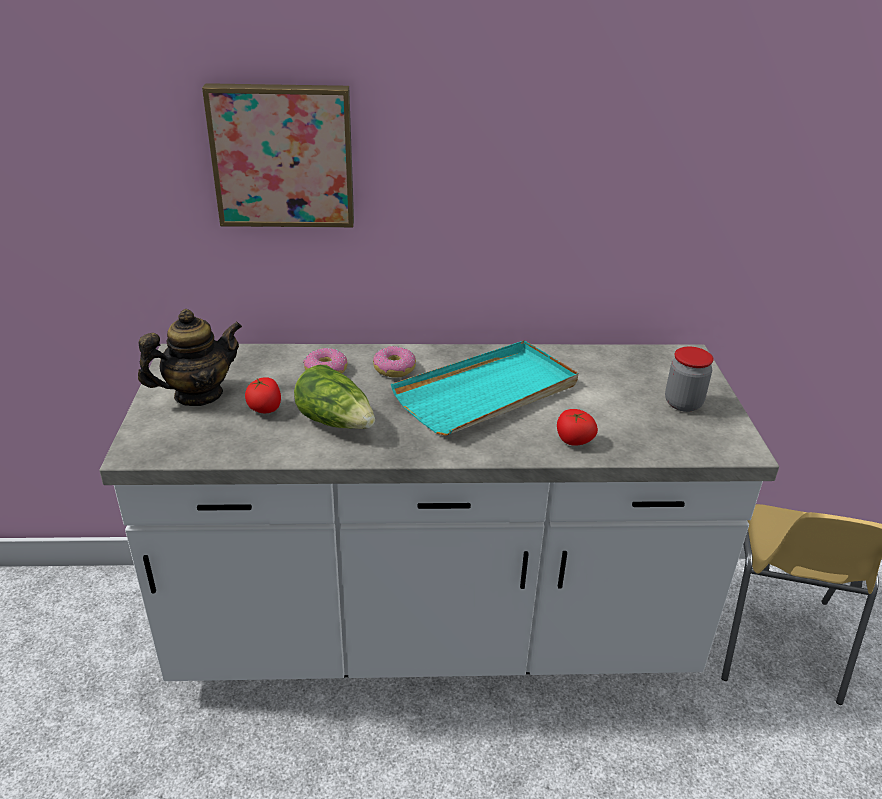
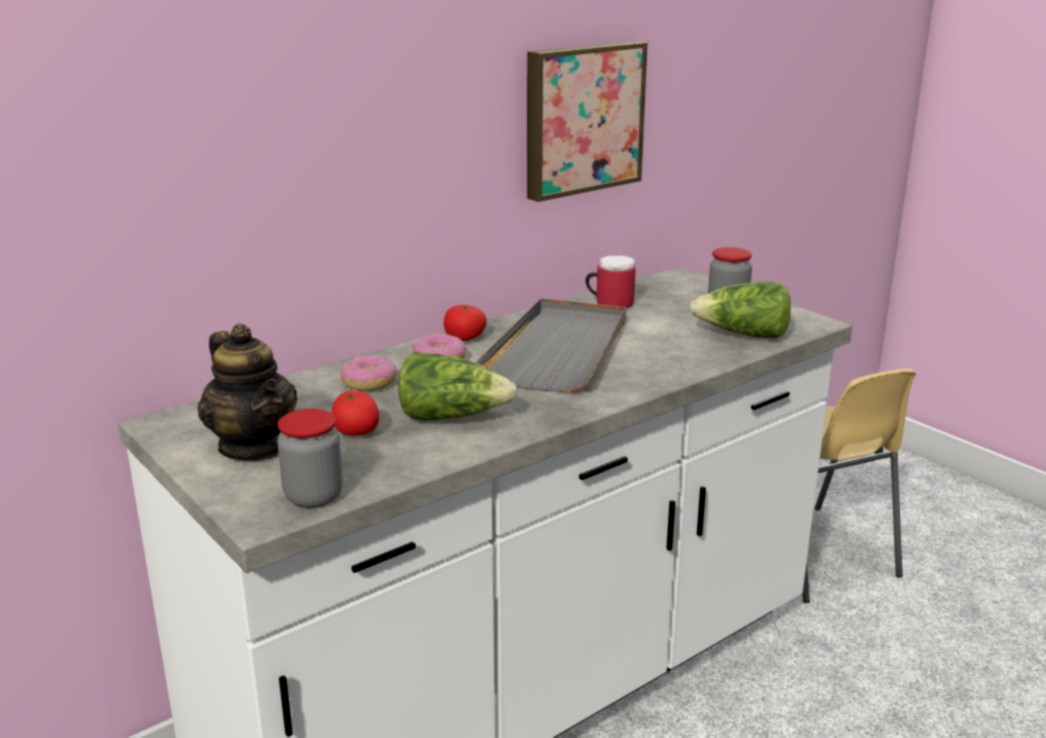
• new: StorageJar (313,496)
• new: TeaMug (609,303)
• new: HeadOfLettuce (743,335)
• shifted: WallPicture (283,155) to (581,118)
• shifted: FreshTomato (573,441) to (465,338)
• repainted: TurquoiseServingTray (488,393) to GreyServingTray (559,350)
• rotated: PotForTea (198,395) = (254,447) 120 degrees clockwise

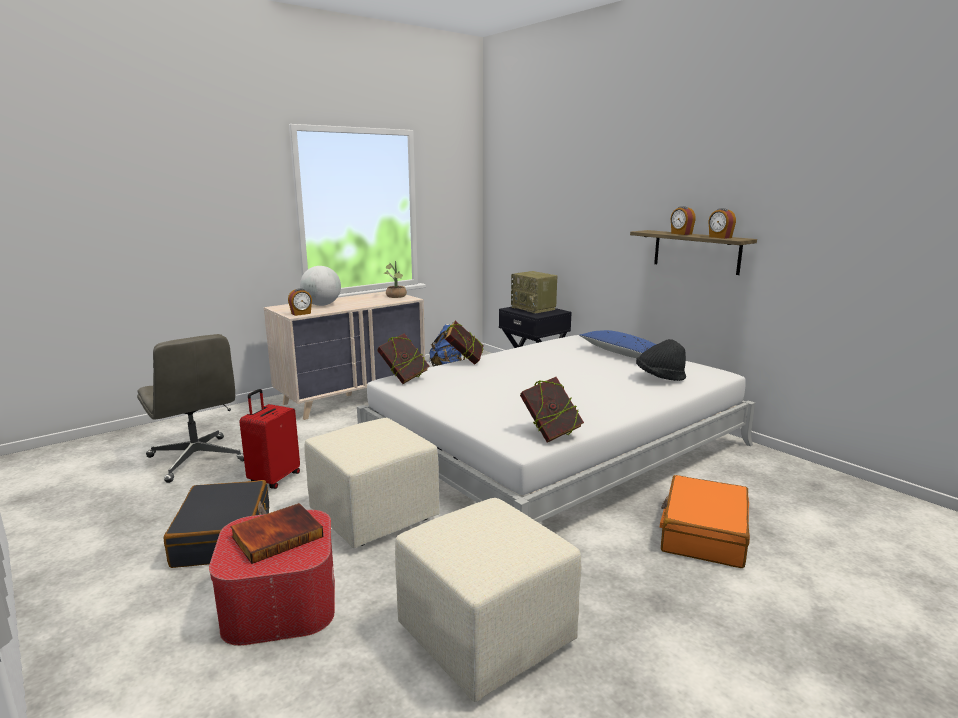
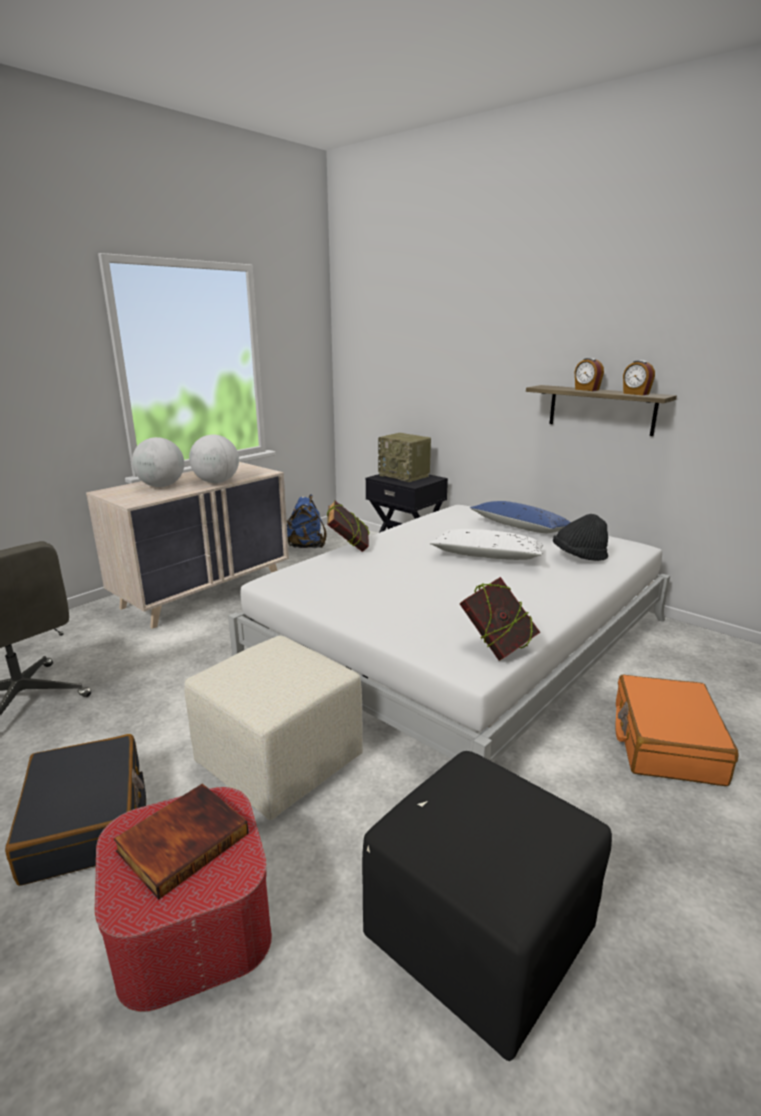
• gone: RedColouredSuitcase (274,479)
• gone: AlarmClock (301,313)
• gone: Volume (404,379)
• gone: Houseplant (396,296)
• new: WorldGlobe (216,482)
• new: WhiteColouredCushion (486,556)
• repainted: BeigeColouredOttoman (483,636) to BlackOttoman (476,935)

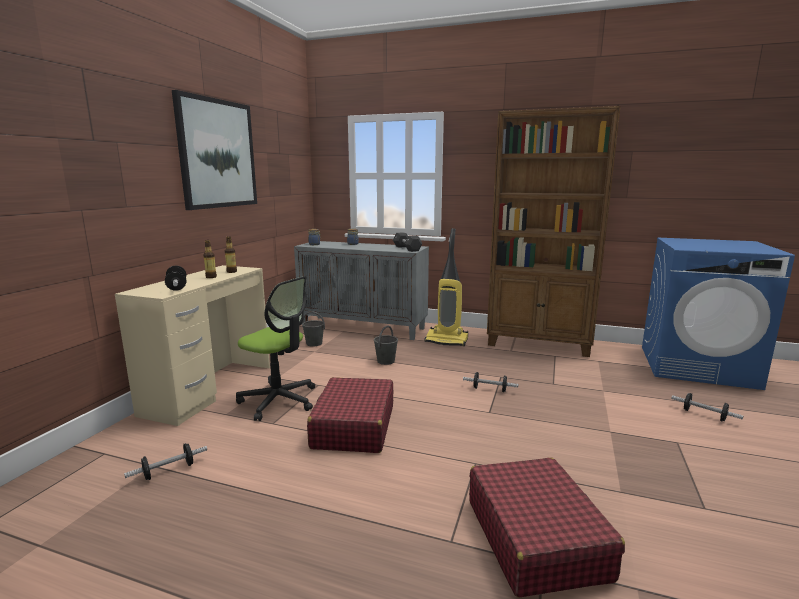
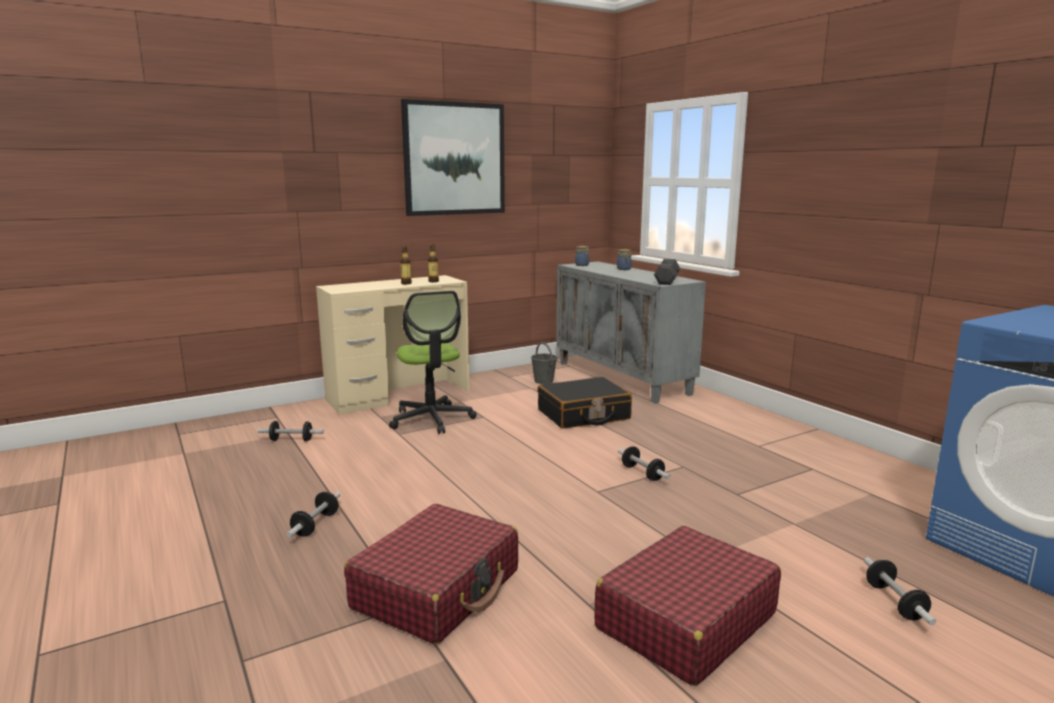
• gone: VacuumCleaner (447,340)
• gone: BrownishShelvingUnit (539,343)
• shifted: FreeWeight (177,287) to (315,525)
• shifted: RedColouredSuitcase (353,427) to (685,621)
• swapped: GreyBucket (386,361) to BlackSuitcase (583,415)

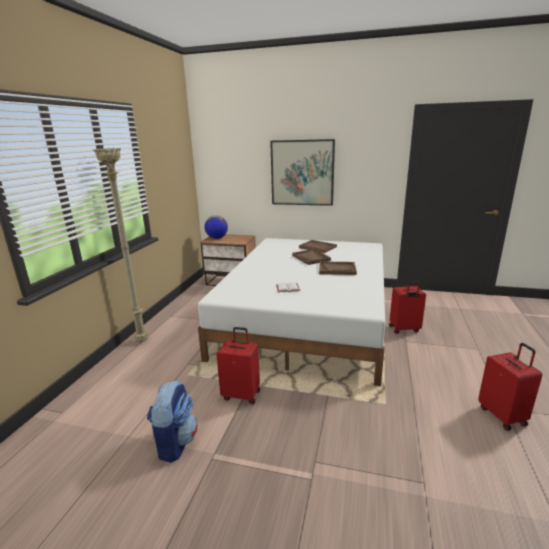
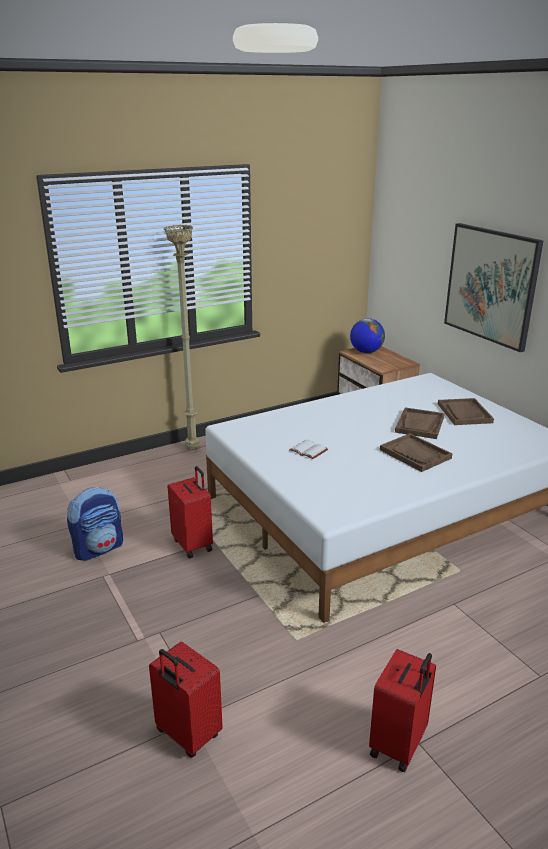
• shifted: RedColouredSuitcase (404,329) to (187,735)

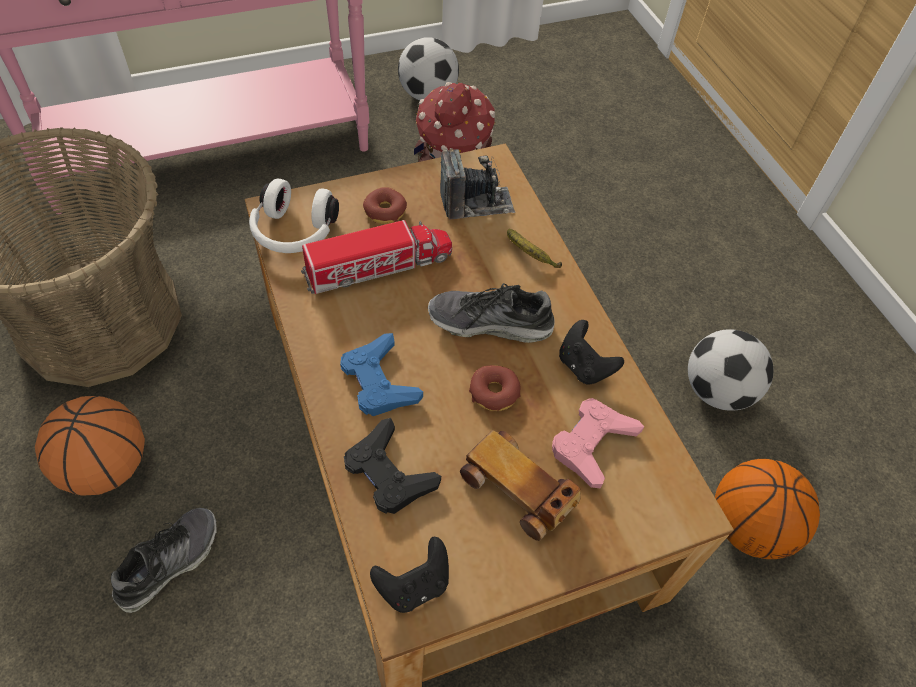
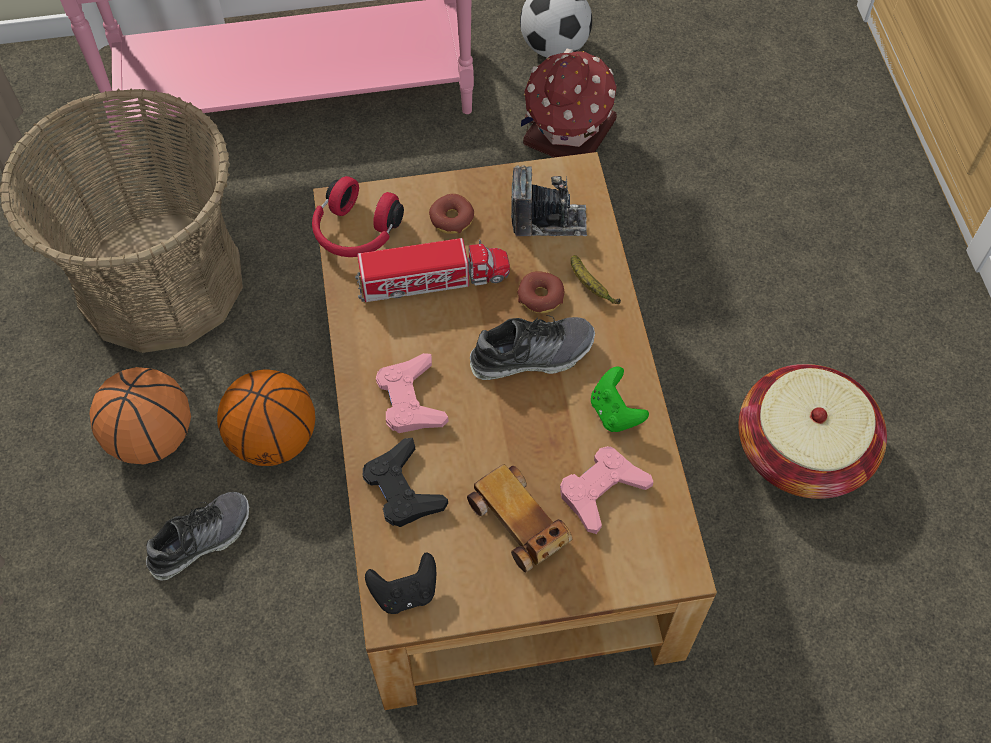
• shifted: Donut (494,392) to (541,297)
• shifted: Basketball (748,527) to (274,439)
• swapped: BallForFootball (716,391) to HouseholdBasket (801,450)
• repainted: WhiteColouredPairOfHeadphones (294,233) to RedColouredPairOfHeadphones (356,233)
• repainted: BlueColouredGamepad (379,381) to PinkGamepad (411,399)
• repainted: BlackGamepad (584,366) to GreenishGamepad (615,412)
• rotated: Shoe (490,323) = (532,355) 150 degrees clockwise

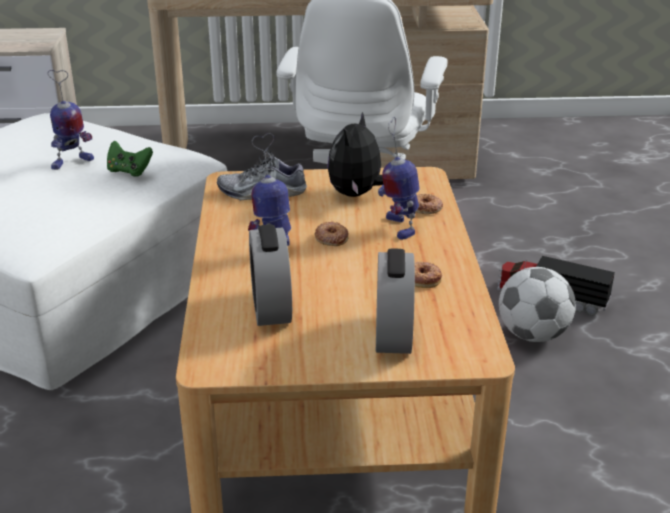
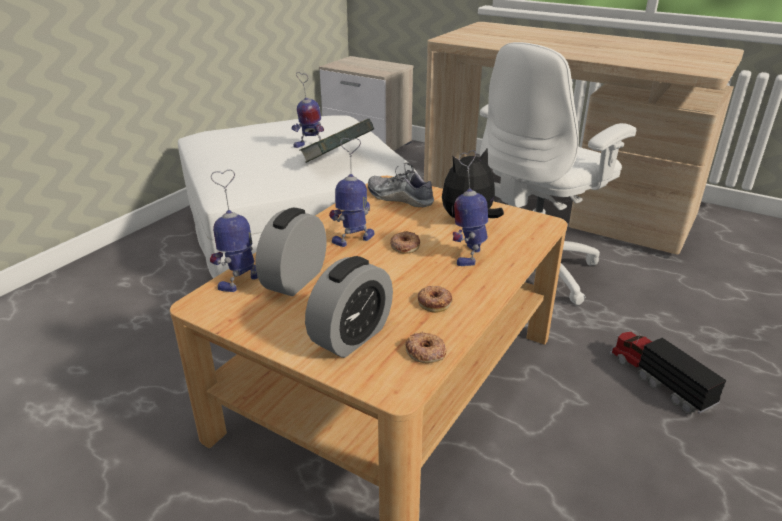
• gone: BallForFootball (532,335)
• new: RobotFigure (241,280)
• shifted: Donut (425,208) to (425,352)
• swapped: GreenishGamepad (129,171) to Volume (337,160)

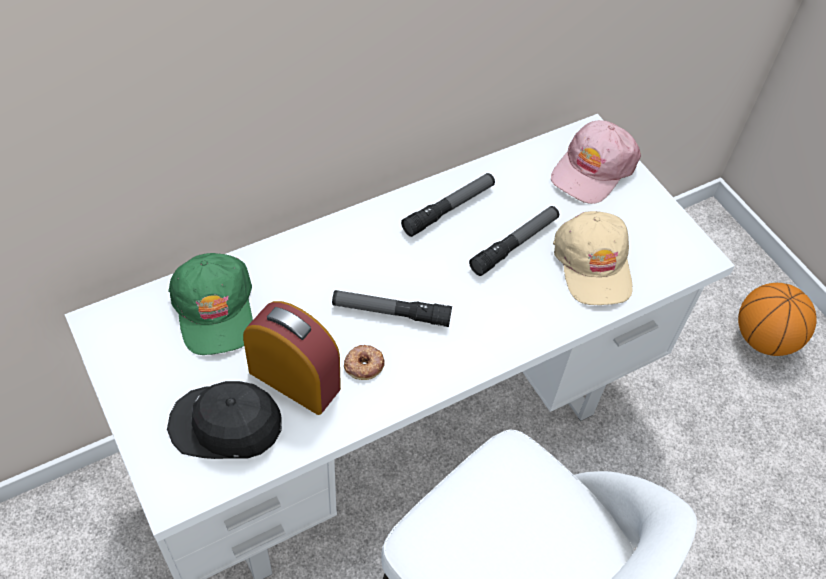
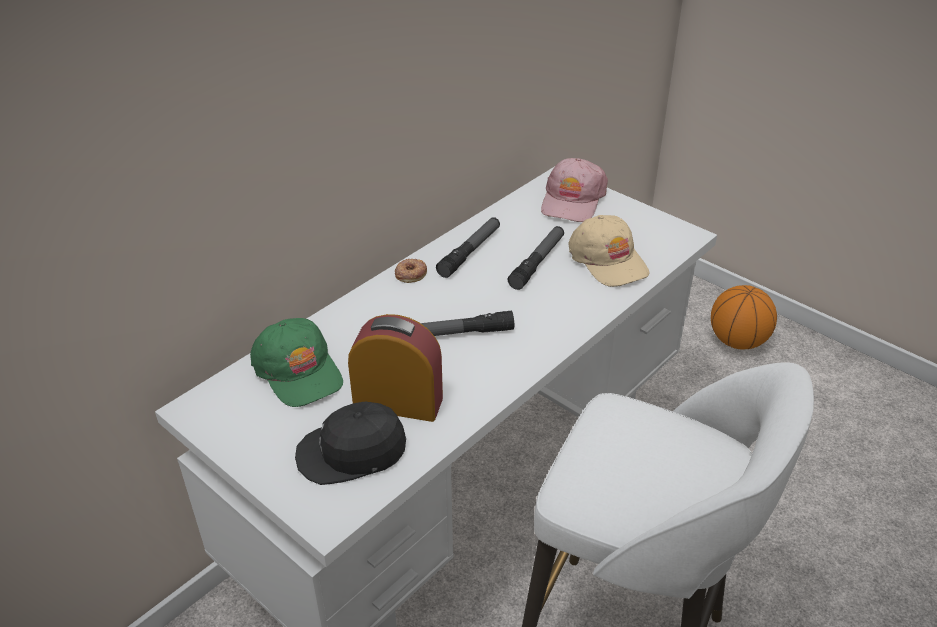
• shifted: Donut (363,364) to (410,273)

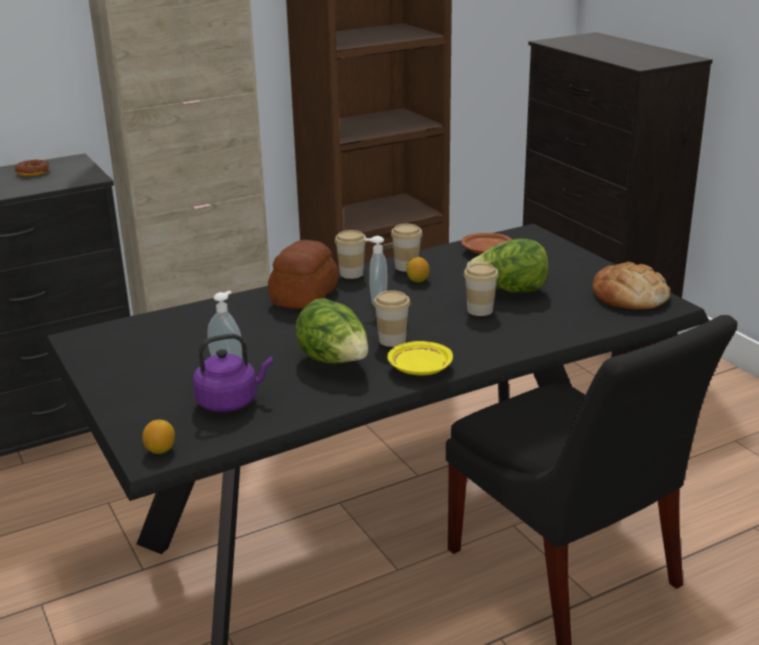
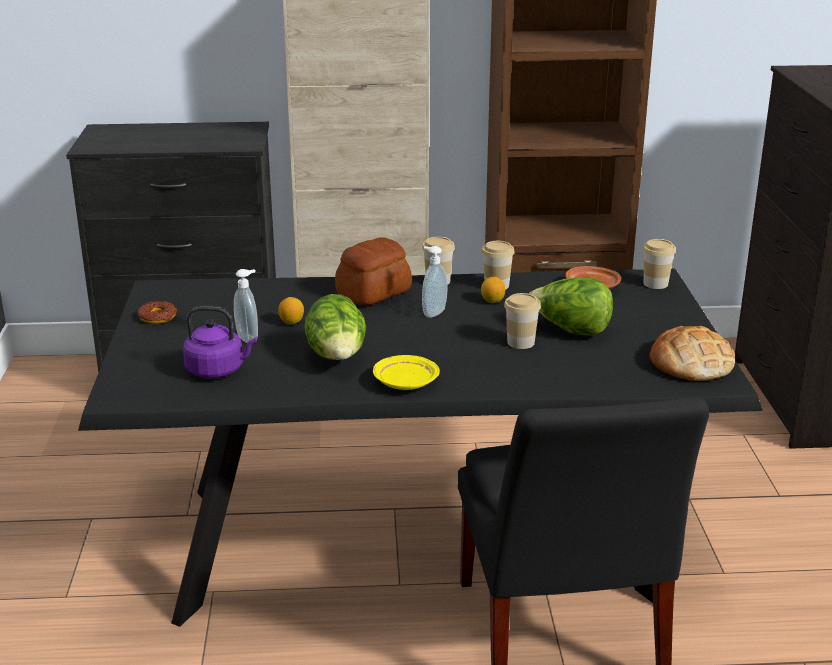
• shifted: Donut (33,172) to (158,317)
• shifted: WholeLemon (160,450) to (291,322)
• shifted: DrinkingCup (392,340) to (655,284)

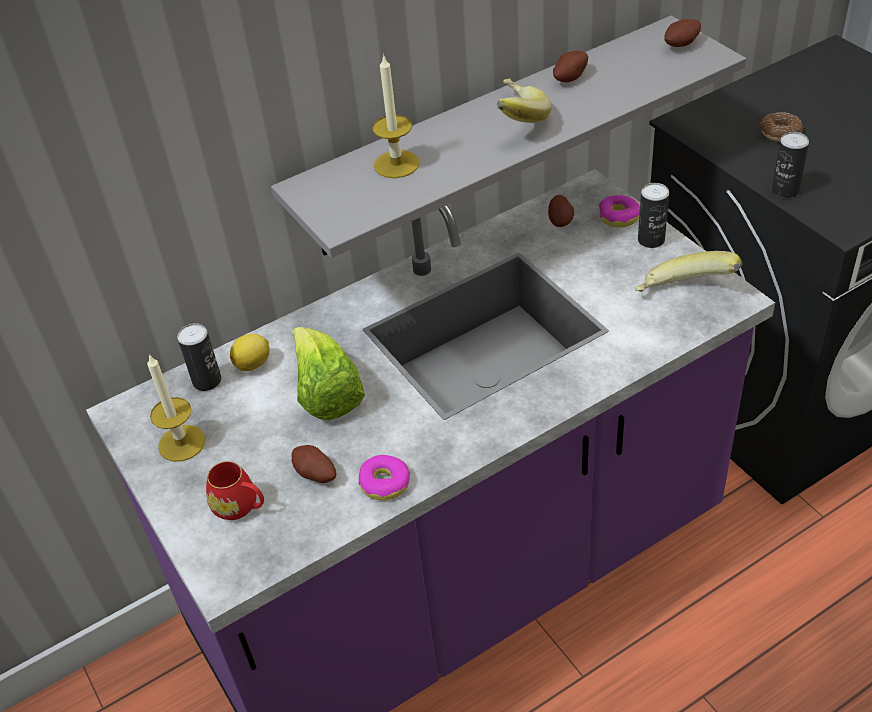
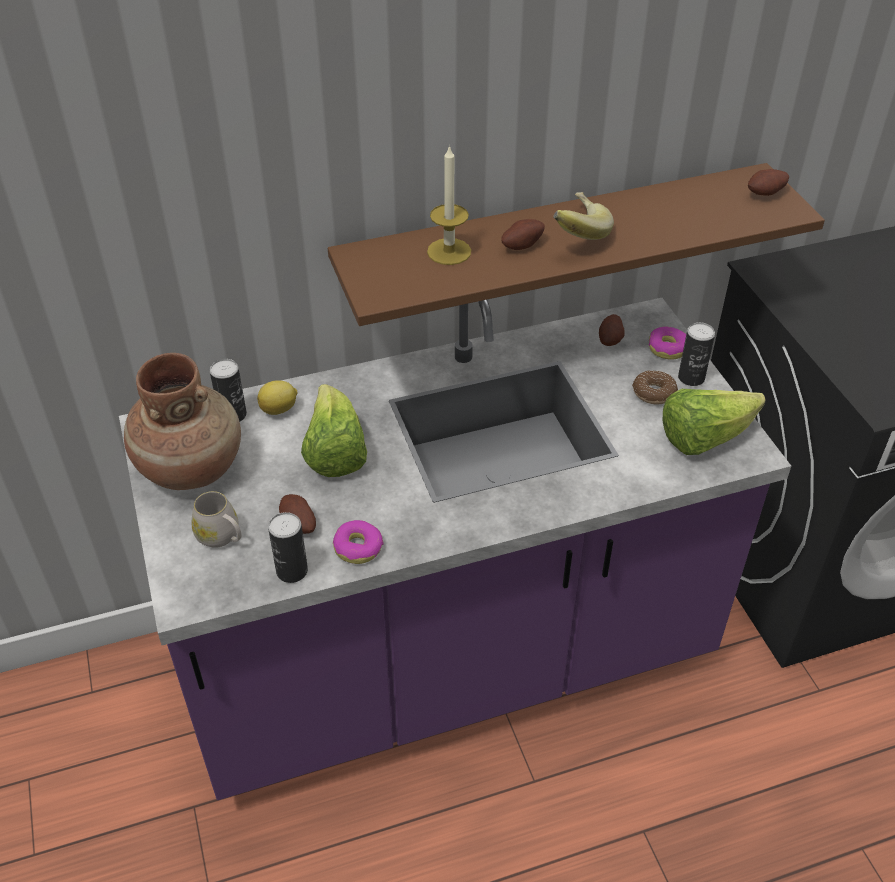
• shifted: Potato (569,77) to (521,245)
• shifted: Donut (780,133) to (654,393)
• shifted: MetalCan (785,190) to (292,571)
• swapped: WaxLight (181,443) to BrownishDecorativeVase (191,466)
• swapped: WholeBanana (684,294) to HeadOfLettuce (704,437)
• repainted: RedColouredTeaMug (240,507) to WhiteColouredTeaMug (222,537)
• repainted: GreyBracketShelf (487,137) to BrownishBracketShelf (554,244)

